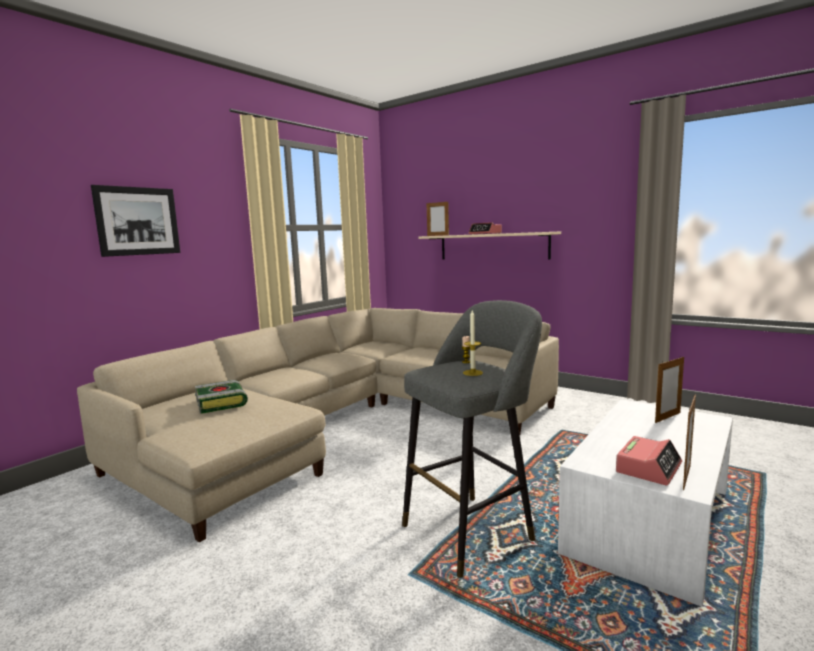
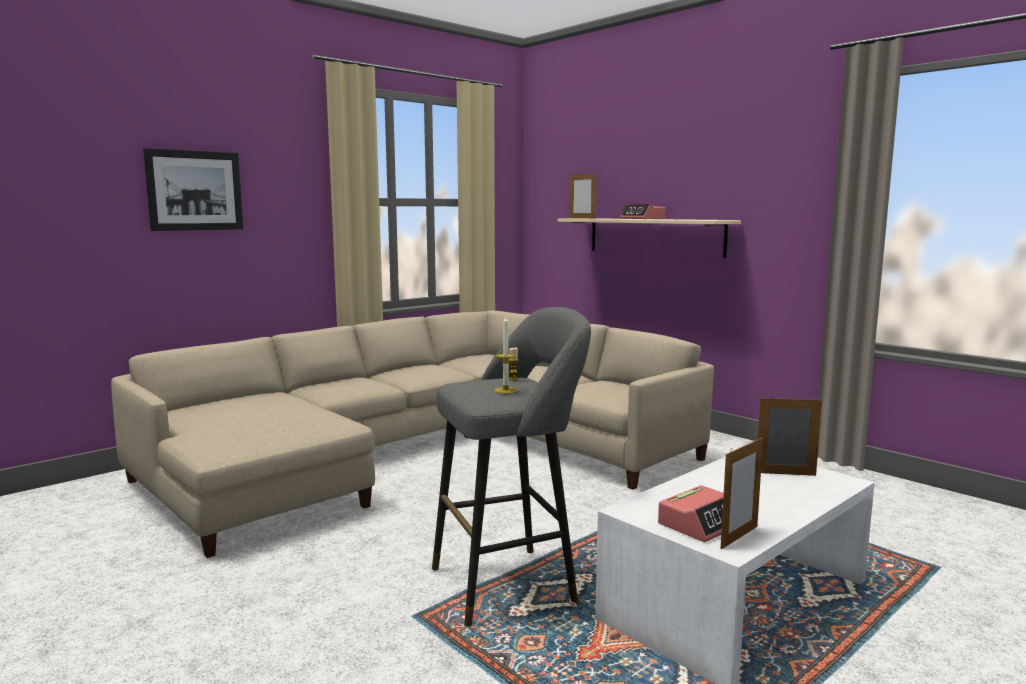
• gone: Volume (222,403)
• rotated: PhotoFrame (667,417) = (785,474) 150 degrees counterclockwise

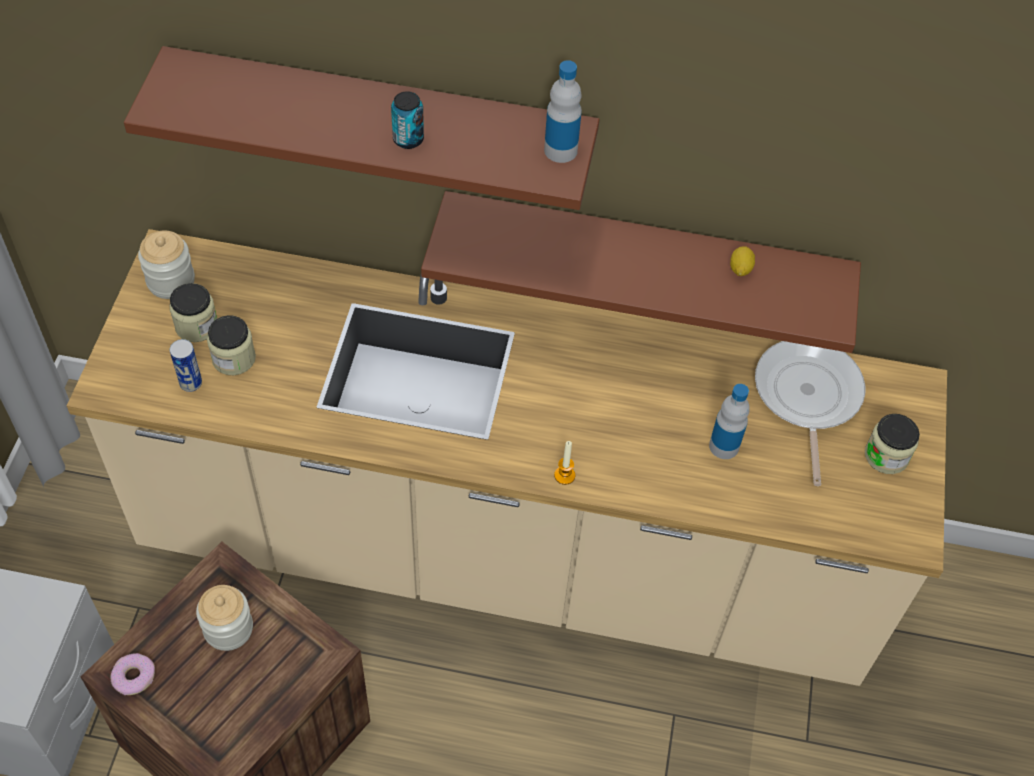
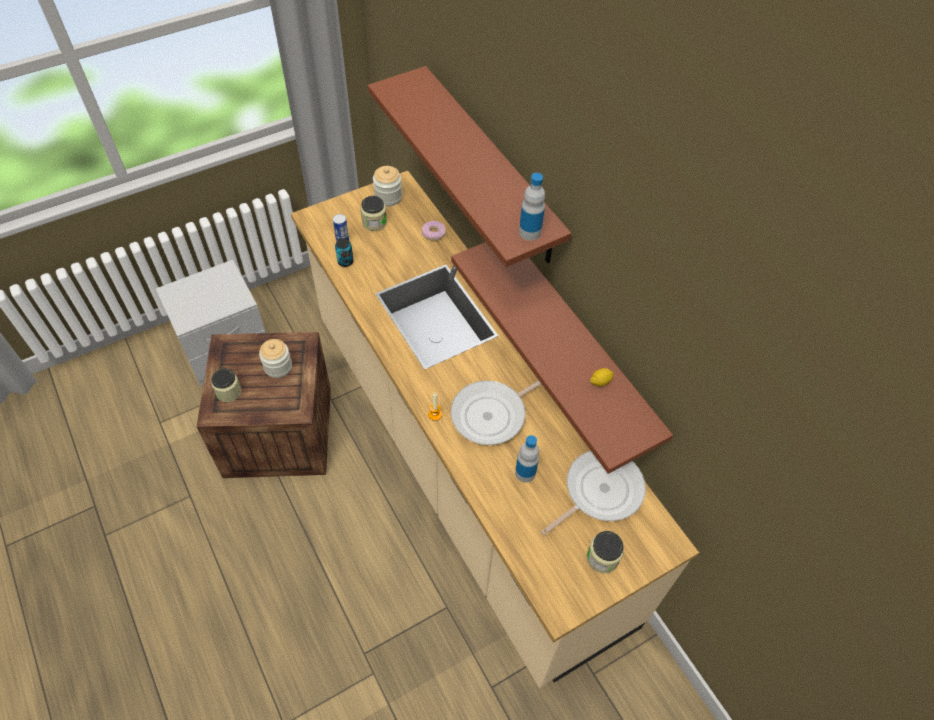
• new: FryingPan (492,414)
• shifted: Donut (134,677) to (433,233)
• shifted: StorageJar (234,358) to (229,392)
• shifted: MetalCan (408,139) to (345,261)

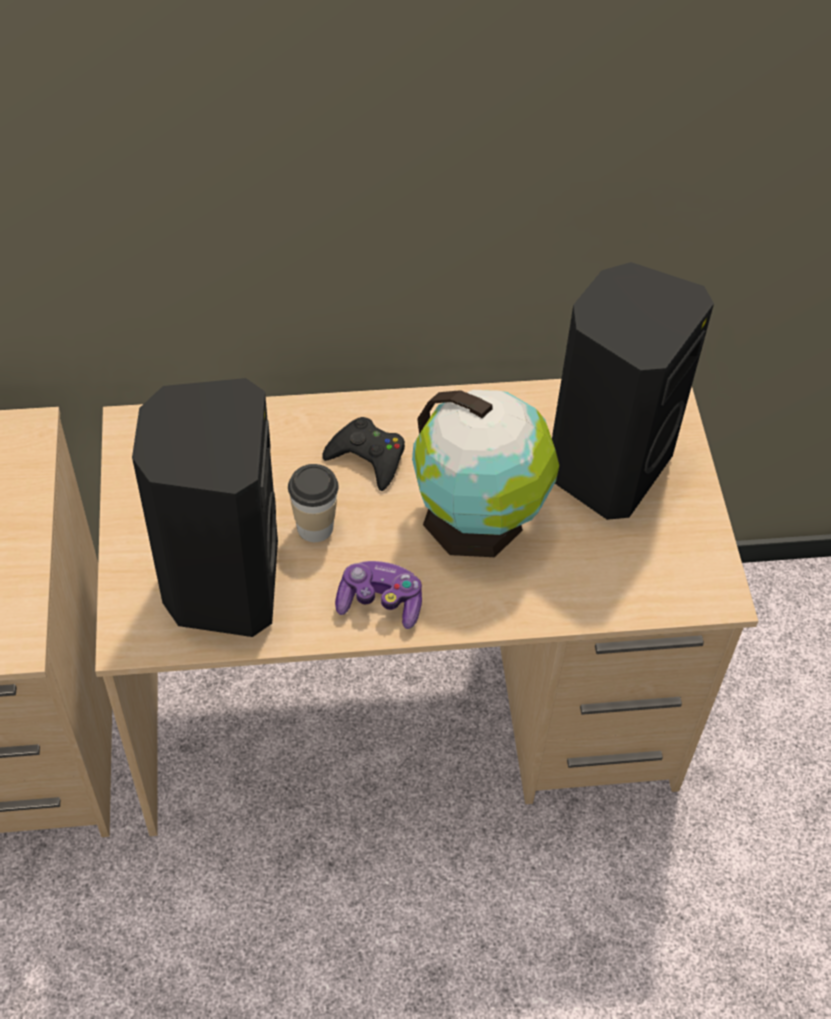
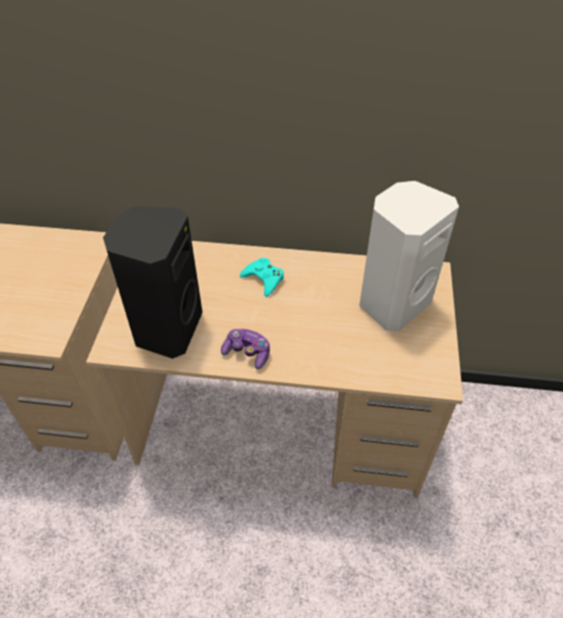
• gone: DrinkingCup (315,527)
• gone: WorldGlobe (478,521)
• repainted: BlackGamepad (368,457) to TurquoiseGamepad (264,279)
• repainted: BlackAudioSpeaker (605,466) to WhiteColouredAudioSpeaker (392,303)

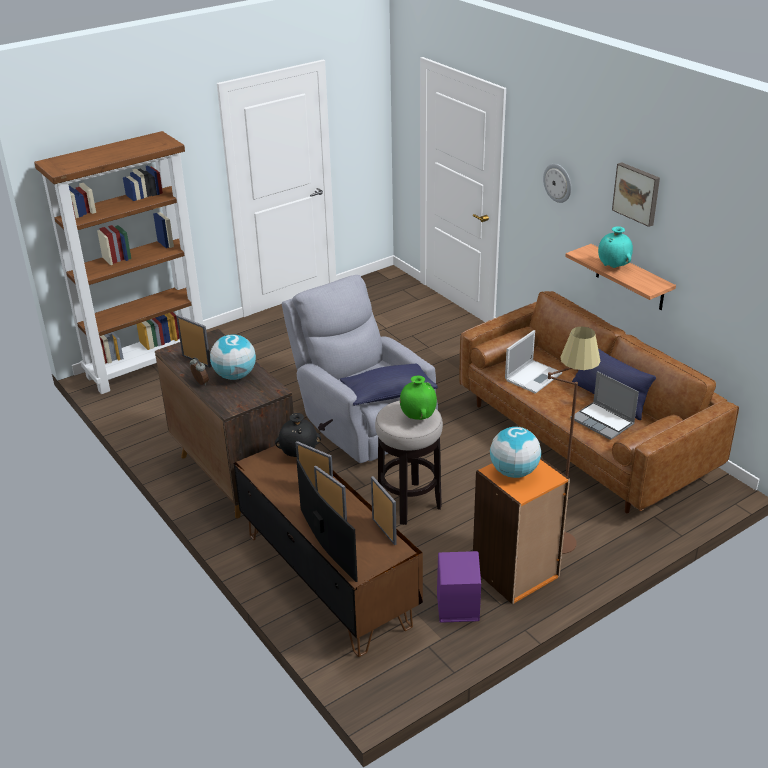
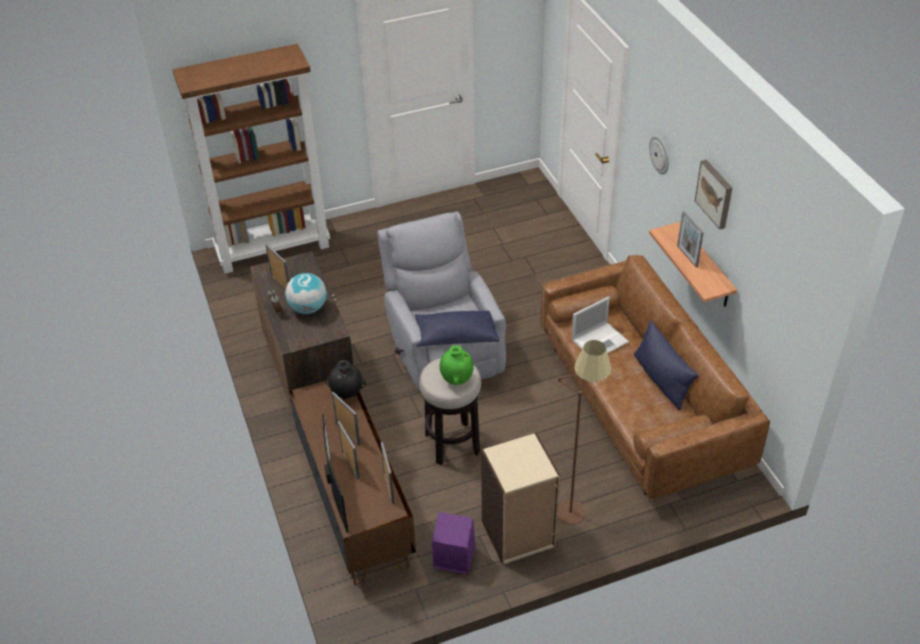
• gone: WorldGlobe (514,472)
• gone: PortableComputer (603,422)
• swapped: TurquoiseDecorativeVase (613,267) to PhotoFrame (687,256)
• repainted: OrangeyShelvingUnit (516,573) to BeigeColouredShelvingUnit (518,535)

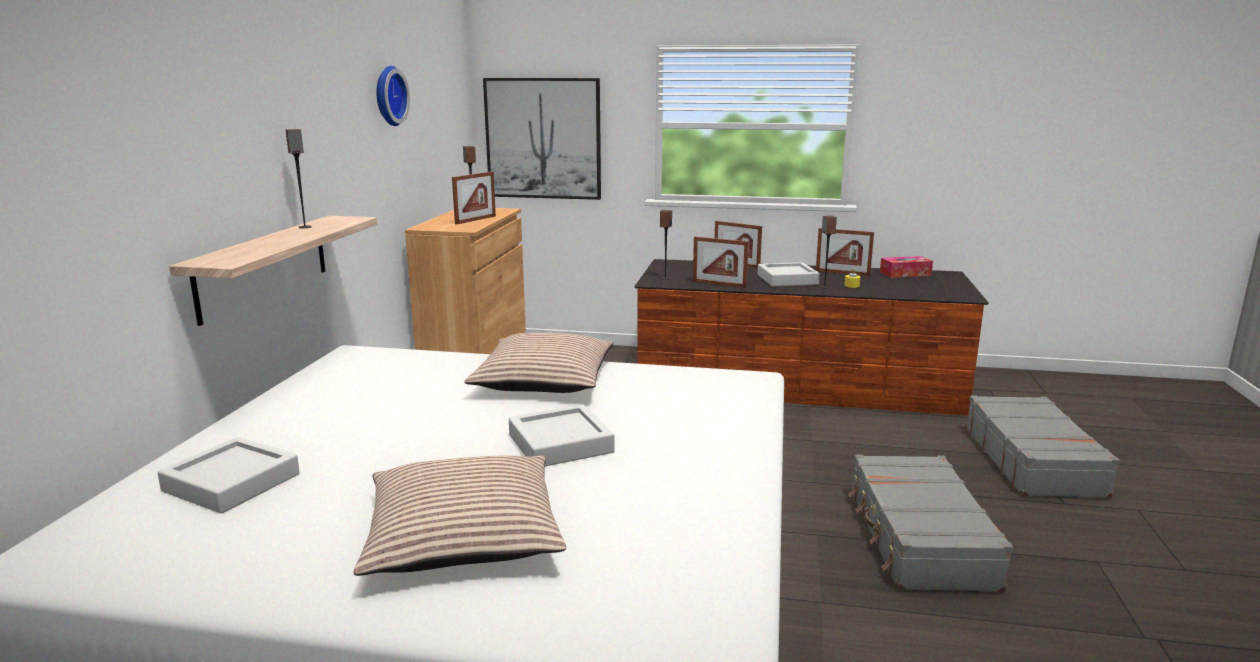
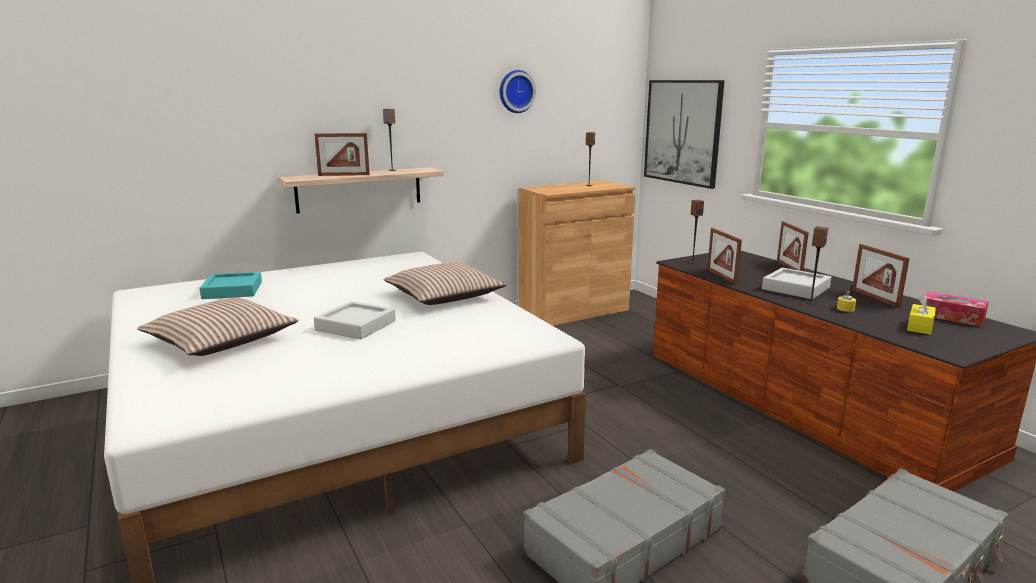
• new: YellowTissueHolder (920,326)
• shifted: PhotoFrame (475,220) to (344,175)
• repainted: GreyServingTray (232,483) to TurquoiseServingTray (232,290)

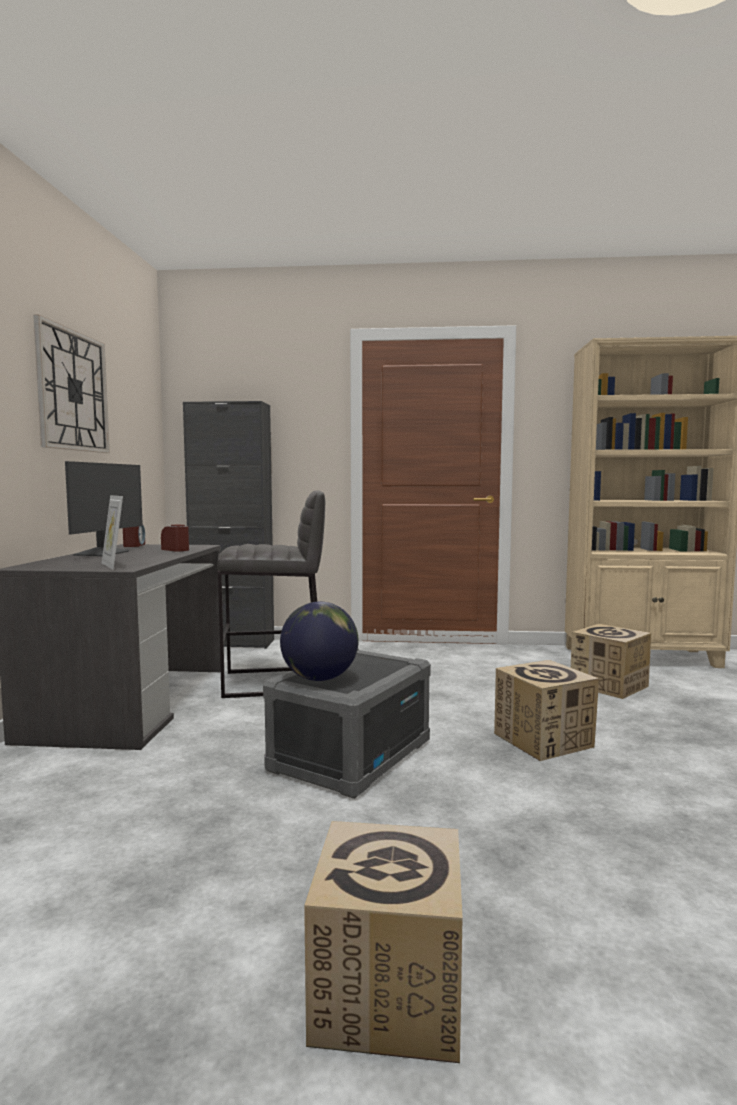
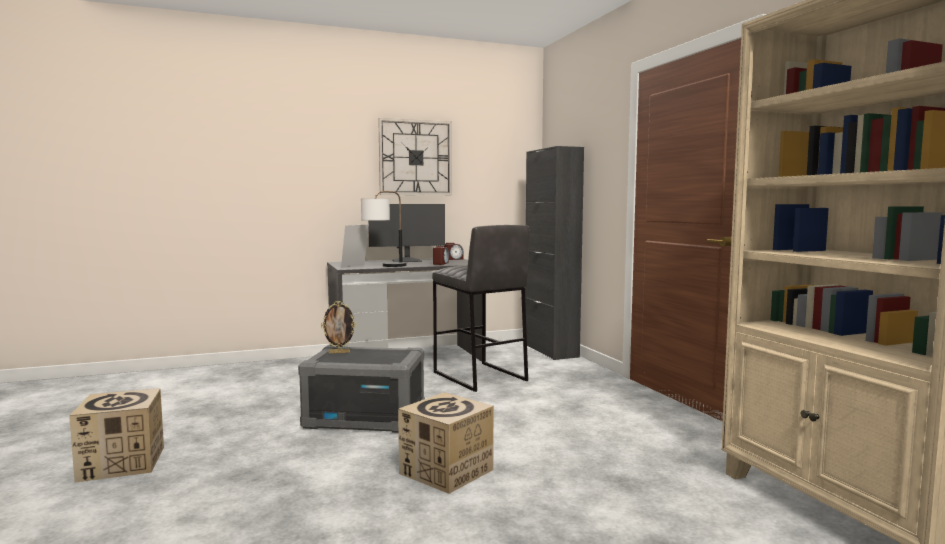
• gone: Carton (609,686)
• new: TableLamp (384,266)
• swapped: WorldGlobe (319,679) to PhotoFrame (339,352)

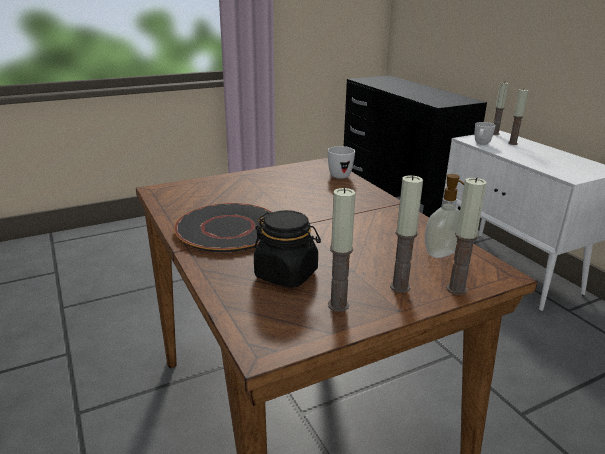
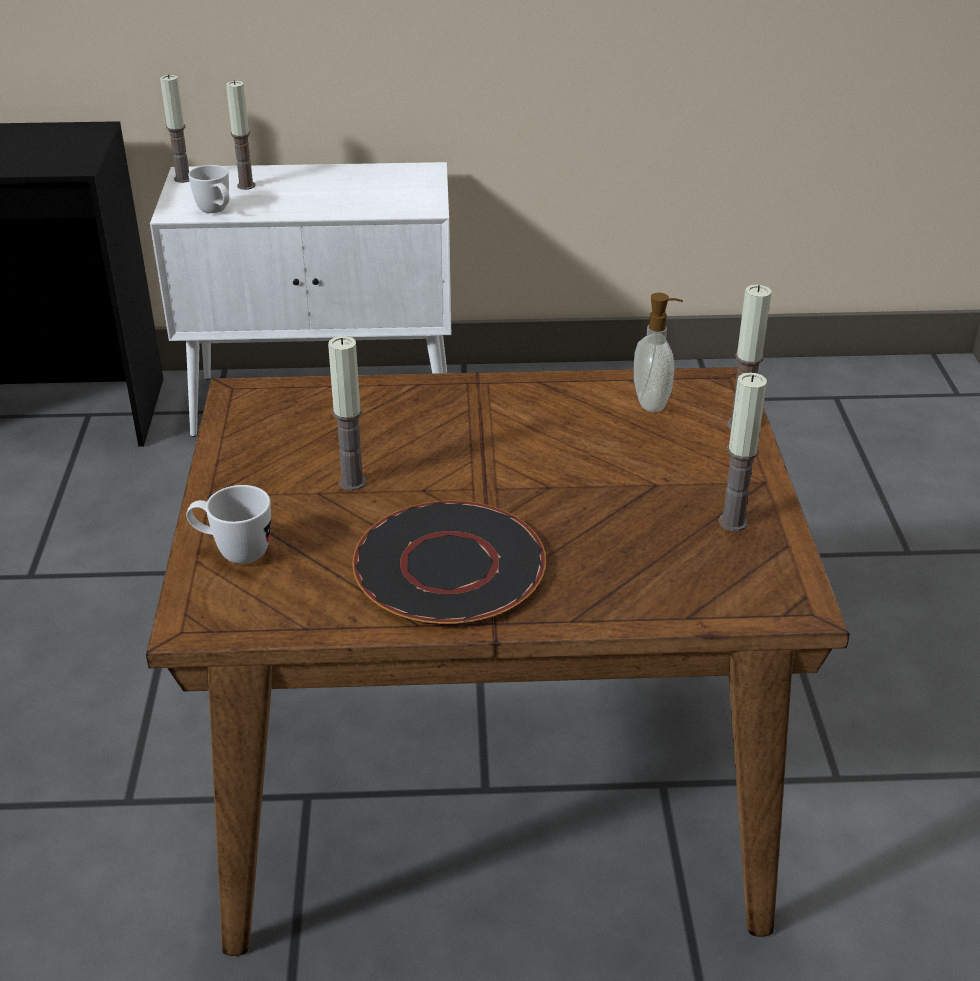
• gone: BlackStorageJar (286,274)
• shifted: WhiteColouredTeaMug (338,174) to (233,552)
• shifted: WaxLight (400,287) to (352,482)

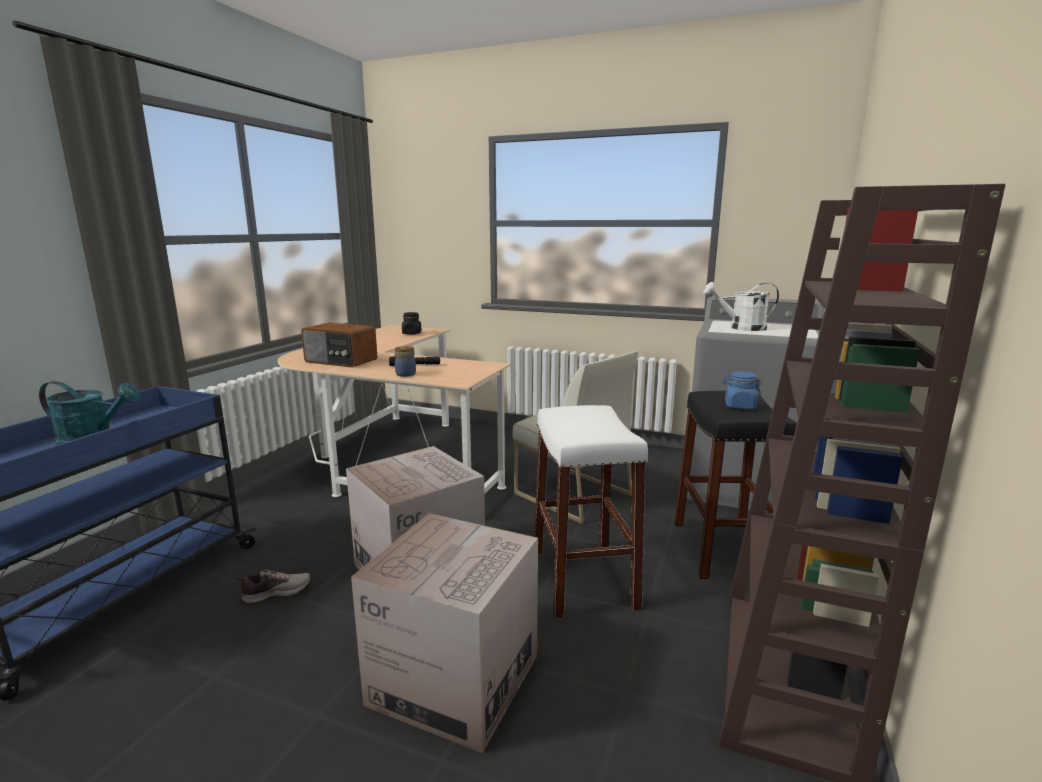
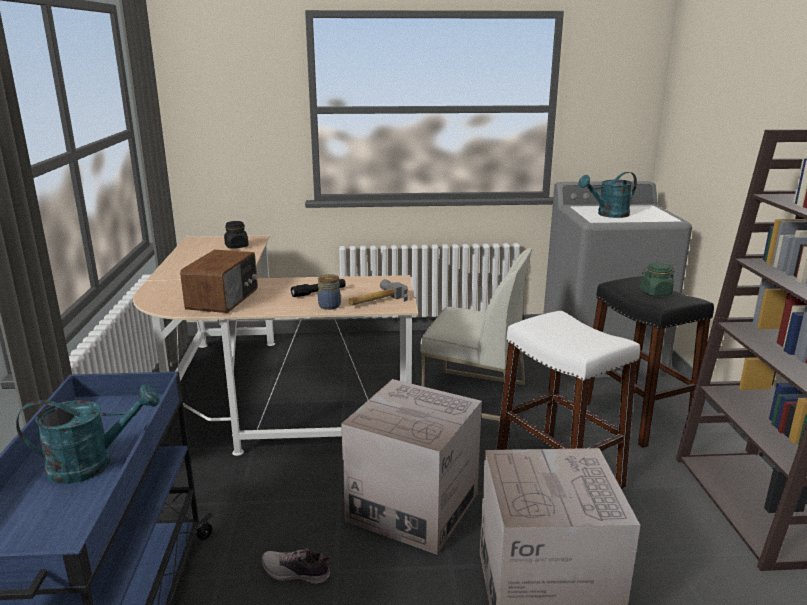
• new: HandHammer (375,300)
• repainted: WhiteColouredSprinklingCan (741,328) to TurquoiseSprinklingCan (608,215)
• repainted: BlueColouredStorageJar (739,406) to GreenishStorageJar (655,293)
• rotated: Shoe (276,592) = (296,573) 120 degrees counterclockwise
• rotated: RadioReceiver (340,361) = (224,299) 75 degrees counterclockwise

